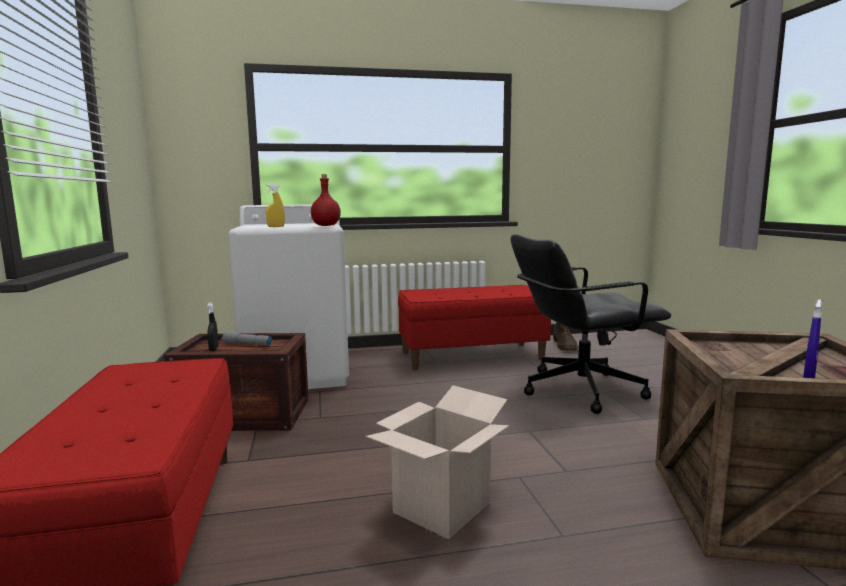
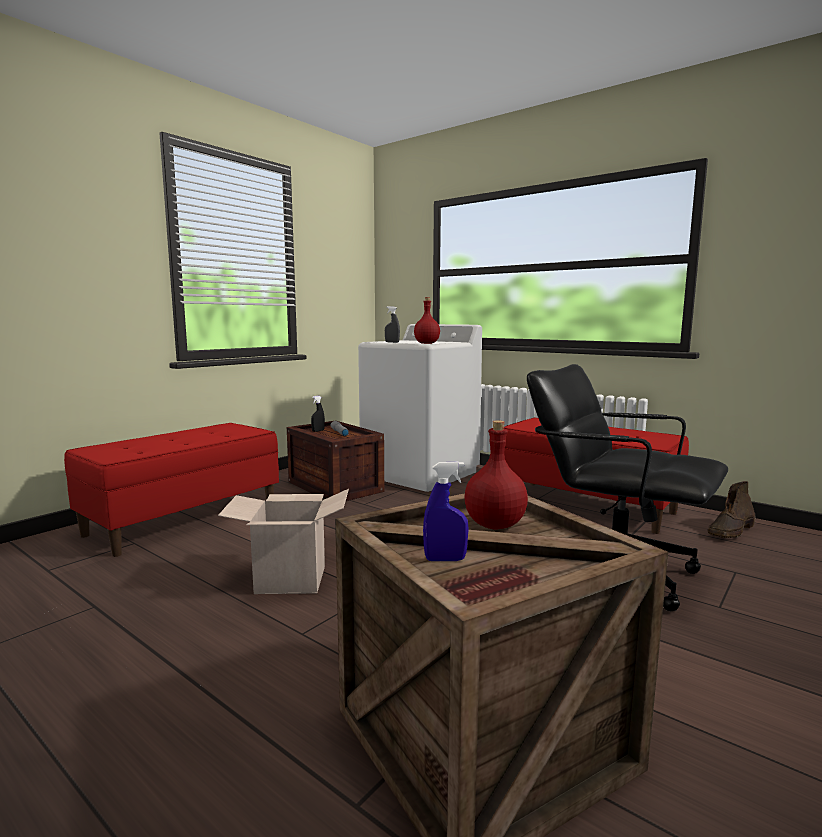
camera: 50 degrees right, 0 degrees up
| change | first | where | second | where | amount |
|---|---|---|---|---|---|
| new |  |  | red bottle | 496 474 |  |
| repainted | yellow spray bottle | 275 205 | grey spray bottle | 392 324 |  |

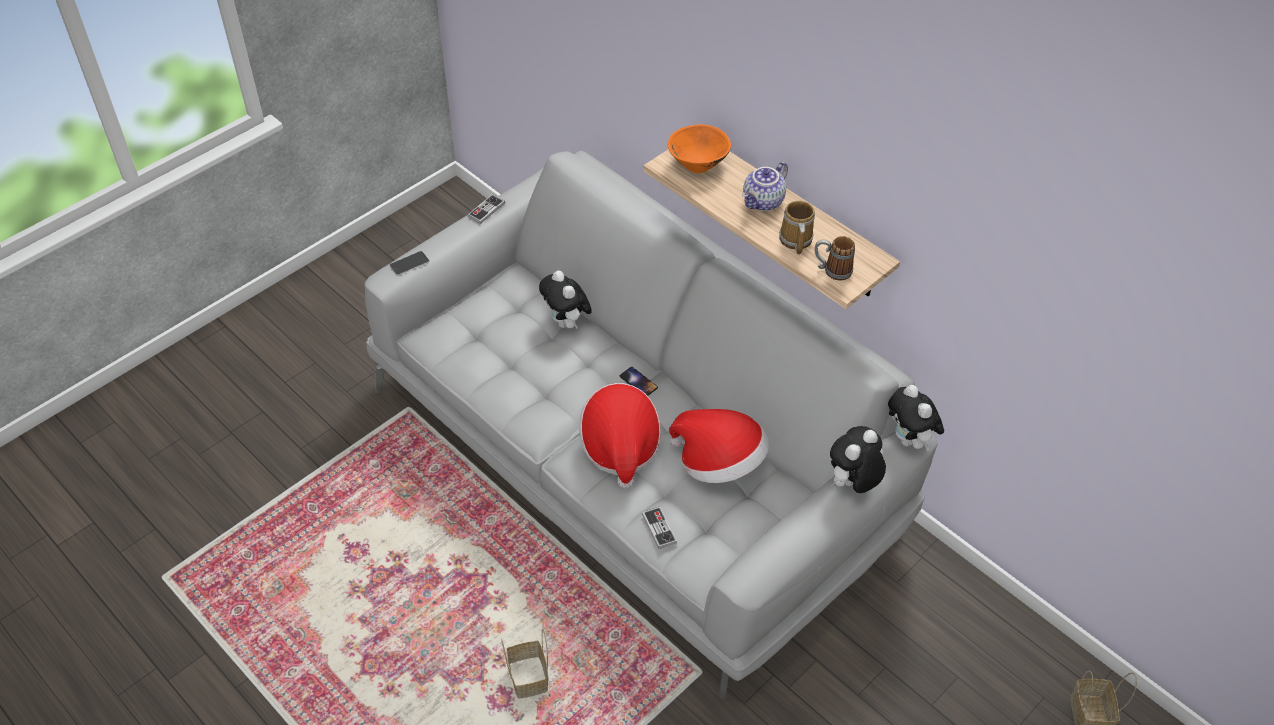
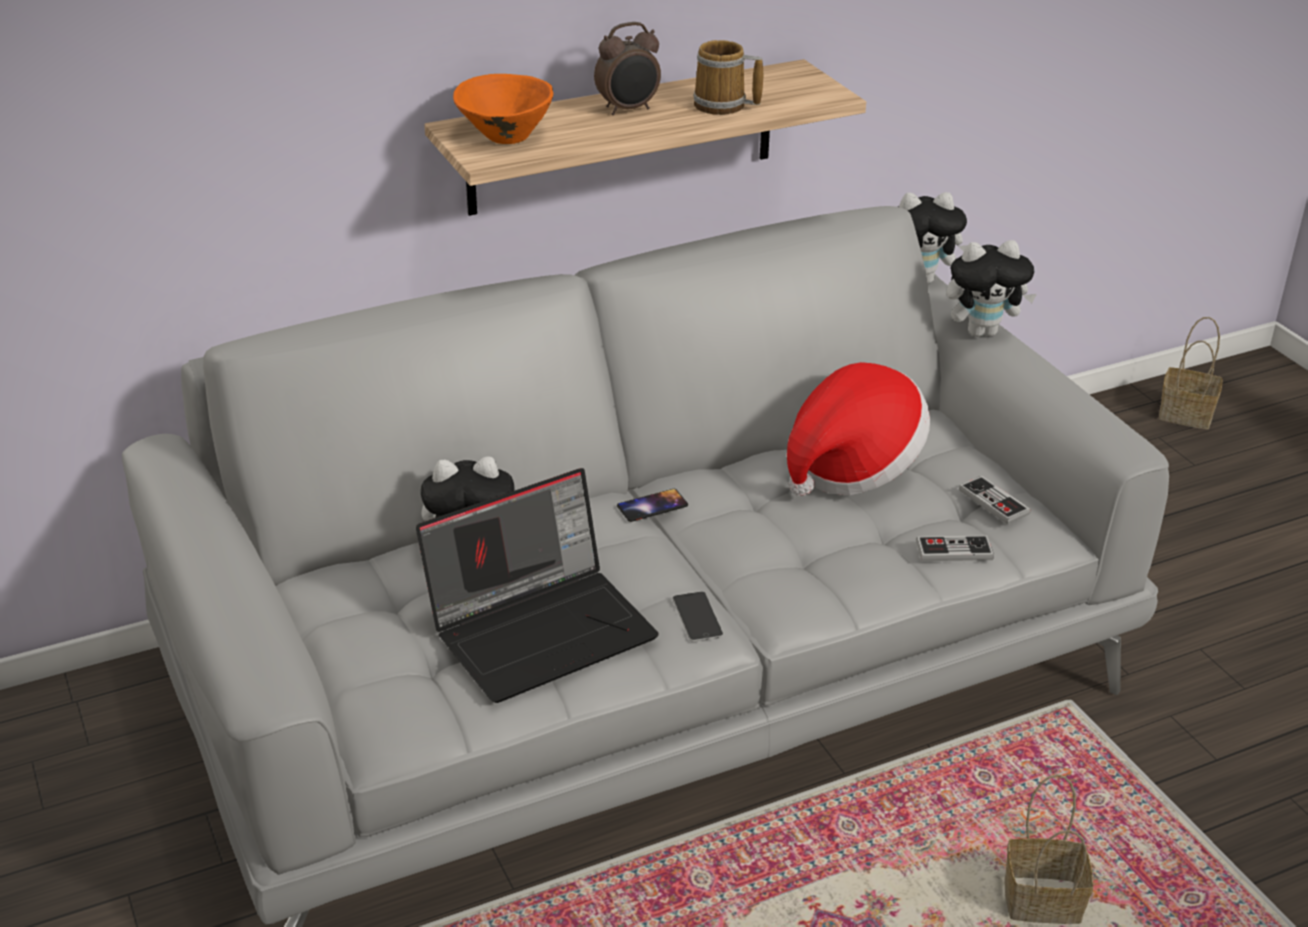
camera: 70 degrees left, 15 degrees down
| change | first | where | second | where | amount |
|---|---|---|---|---|---|
| gone | hat | 620 435 |  |  |  |
| gone | mug | 835 258 |  |  |  |
| new |  |  | laptop | 537 585 |  |
| shifted | phone | 409 263 |  | 698 616 |  |
| shifted | game controller | 486 209 |  | 995 500 |  |
| swapped | teapot | 765 186 | alarm clock | 627 68 |  |
| rotated | plush toy | 858 459 |  | 991 288 | 75 degrees counterclockwise |

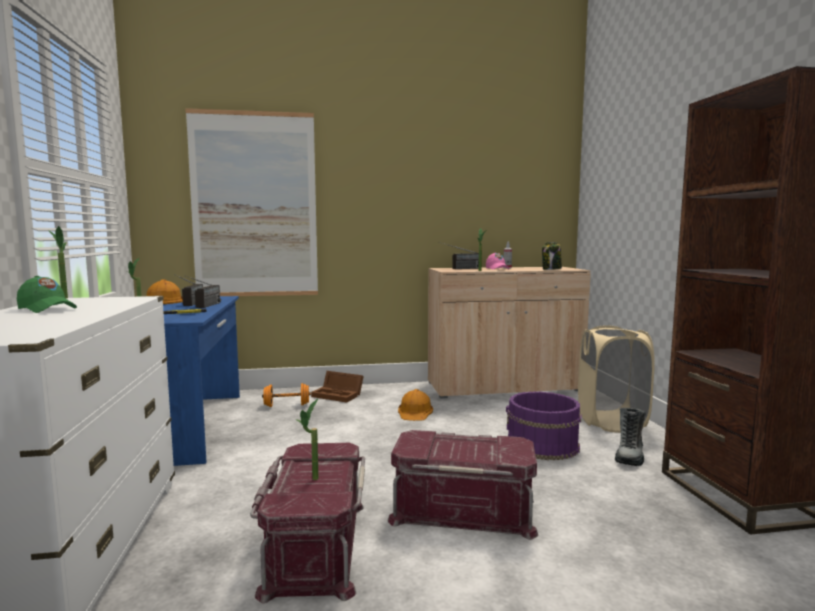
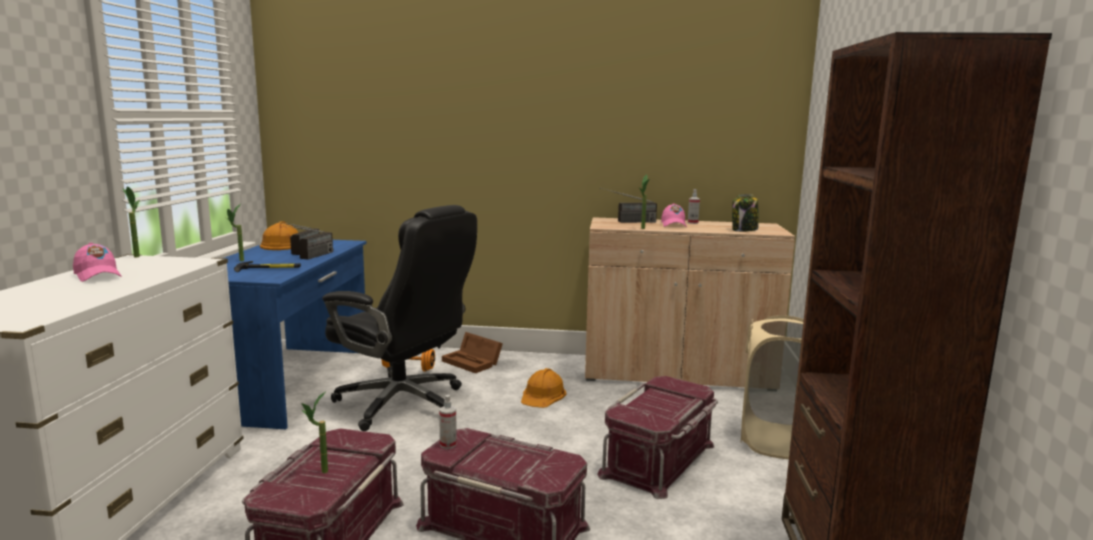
camera: 15 degrees right, 5 degrees up
| change | first | where | second | where | amount |
|---|---|---|---|---|---|
| gone | picture | 251 202 |  |  |  |
| gone | boot | 630 437 |  |  |  |
| new |  |  | black office chair | 400 318 |  |
| new |  |  | spray bottle | 448 422 |  |
| swapped | purple bucket | 543 425 | red storage box | 657 437 |  |
| repainted | green cap | 47 294 | pink cap | 97 262 |  |

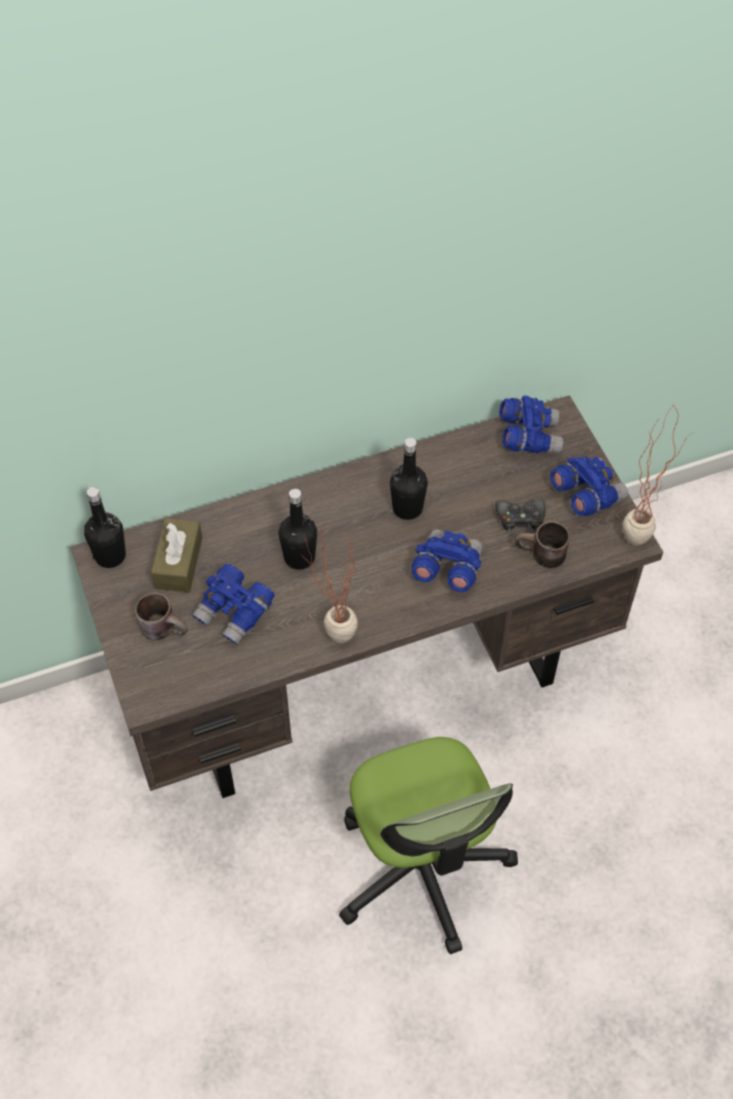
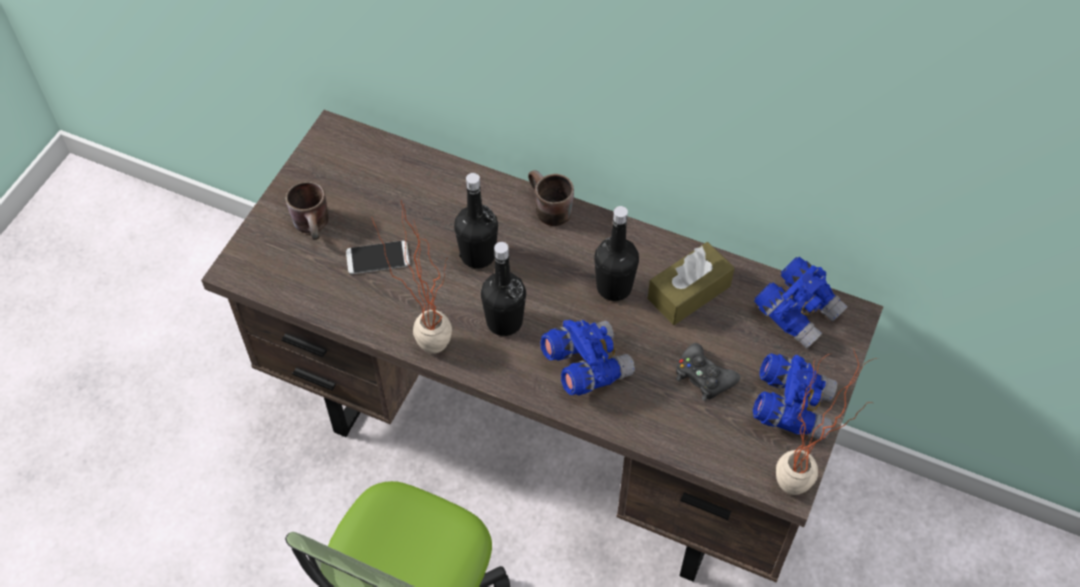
camera: 45 degrees right, 0 degrees up
| change | first | where | second | where | amount |
|---|---|---|---|---|---|
| shifted | black bottle | 105 527 |  | 503 289 |  |
| shifted | brown tissue box | 176 555 |  | 691 283 |  |
| shifted | brown mug | 542 544 |  | 551 198 |  |
| swapped | blue binoculars | 233 604 | phone | 378 257 |  |

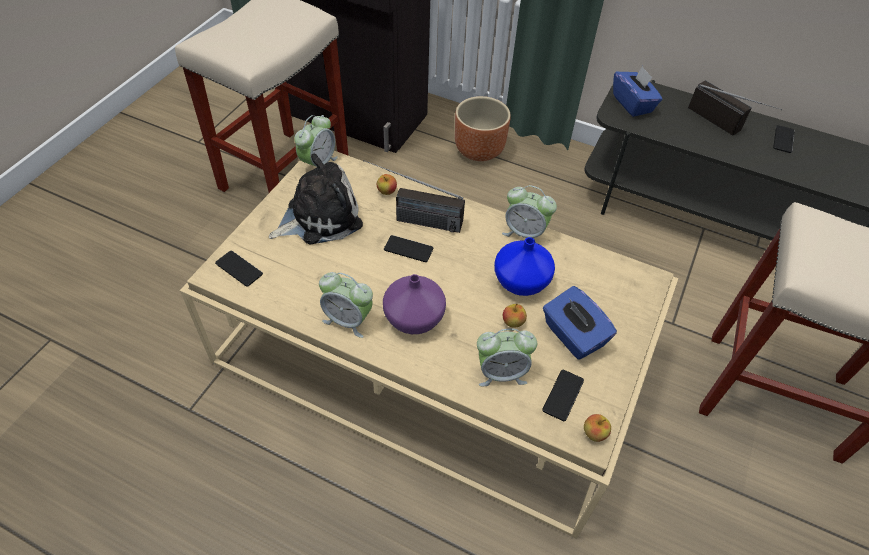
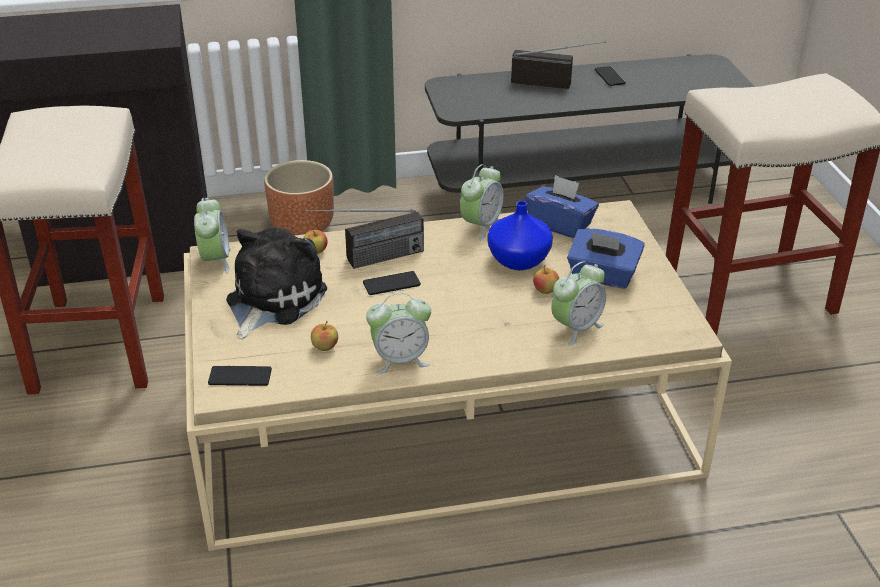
camera: 35 degrees left, 15 degrees down
| change | first | where | second | where | amount |
|---|---|---|---|---|---|
| gone | purple vase | 414 304 |  |  |  |
| gone | phone | 563 395 |  |  |  |
| shifted | apple | 597 428 |  | 324 336 |  |
| shifted | blue tissue box | 638 91 |  | 562 206 |  |
| rotated | alarm clock | 529 214 |  | 482 202 | 45 degrees counterclockwise |

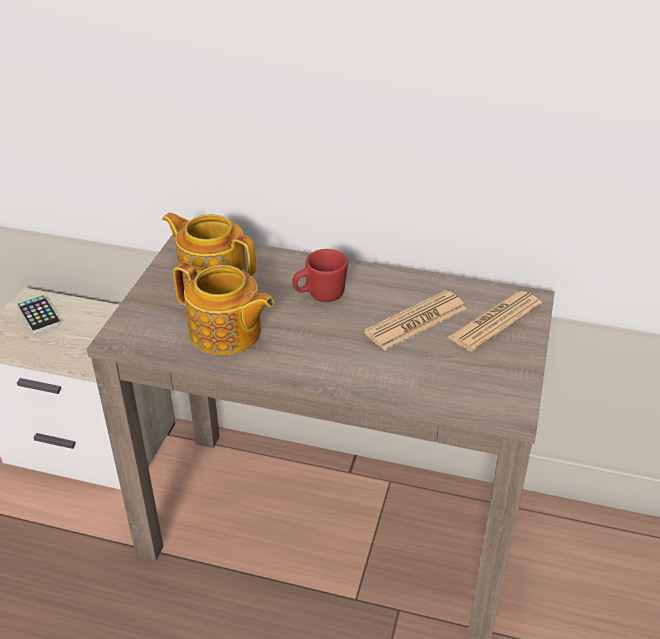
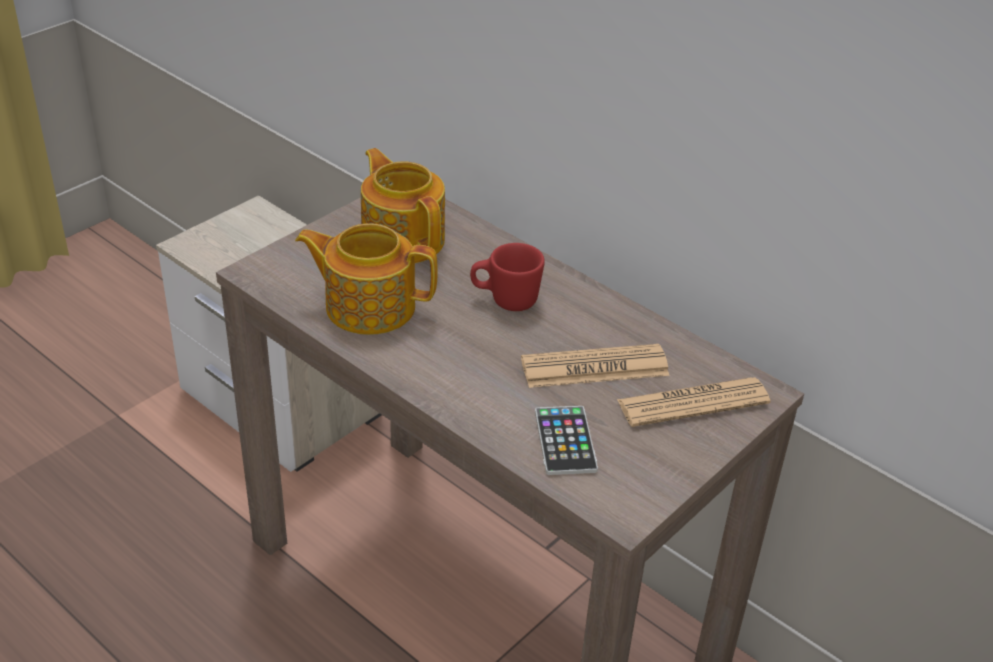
camera: 25 degrees right, 0 degrees up
| change | first | where | second | where | amount |
|---|---|---|---|---|---|
| shifted | phone | 39 314 |  | 566 440 |  |
| rotated | teapot | 223 308 |  | 366 279 | 135 degrees clockwise |

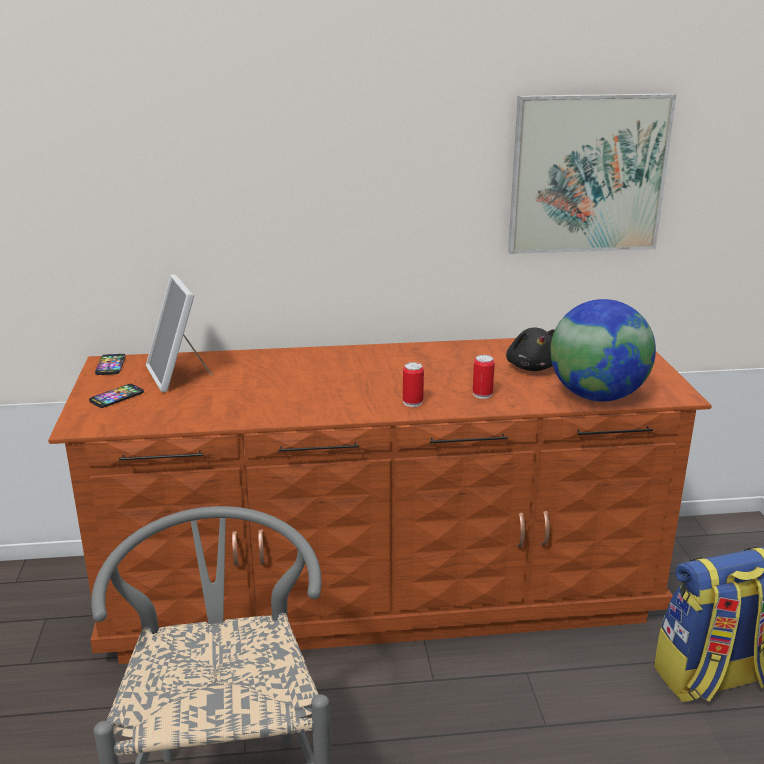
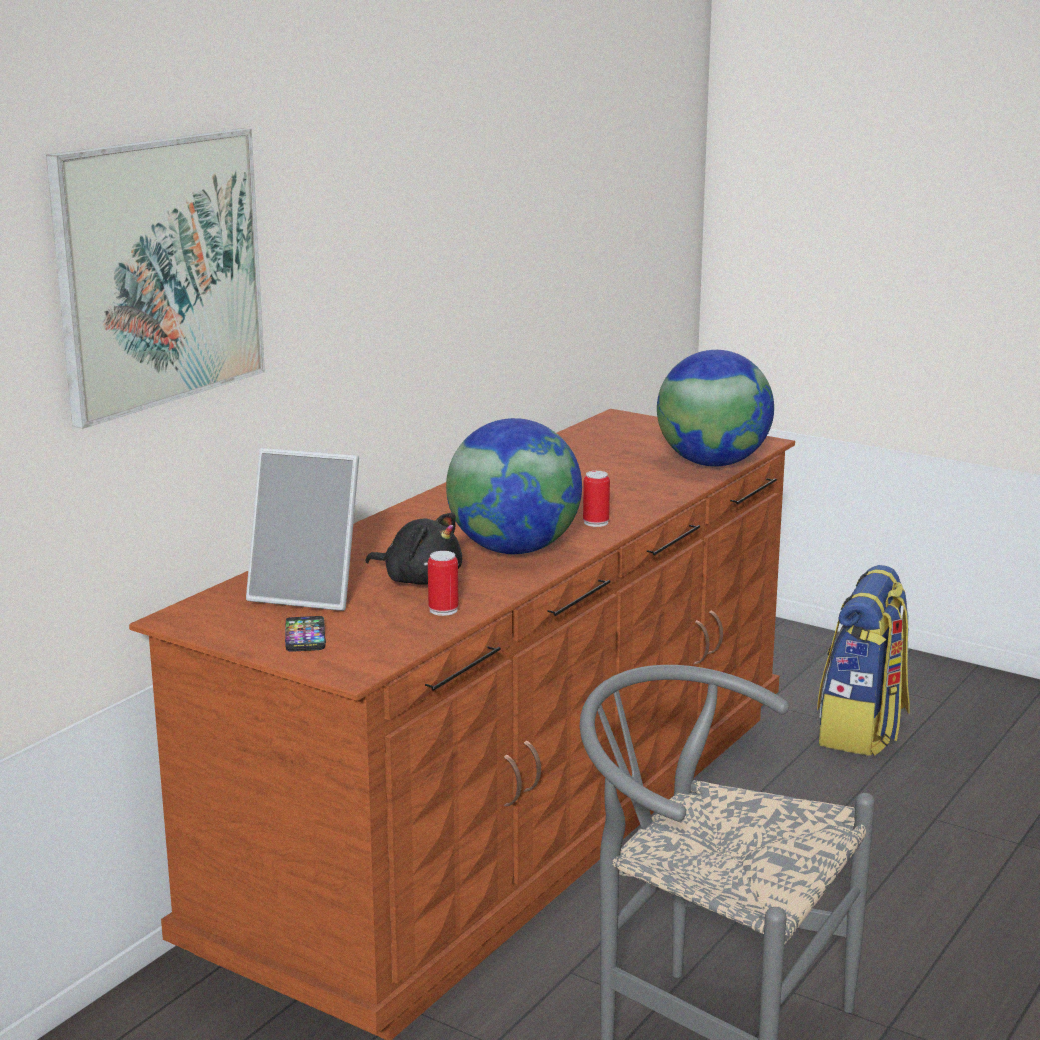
camera: 50 degrees left, 5 degrees down
| change | first | where | second | where | amount |
|---|---|---|---|---|---|
| gone | phone | 110 364 |  |  |  |
| new |  |  | globe | 514 486 |  |
| shifted | can | 484 377 |  | 443 583 |  |
| shifted | black plush toy | 530 349 |  | 413 549 |  |
| shifted | picture | 592 173 |  | 155 278 |  |

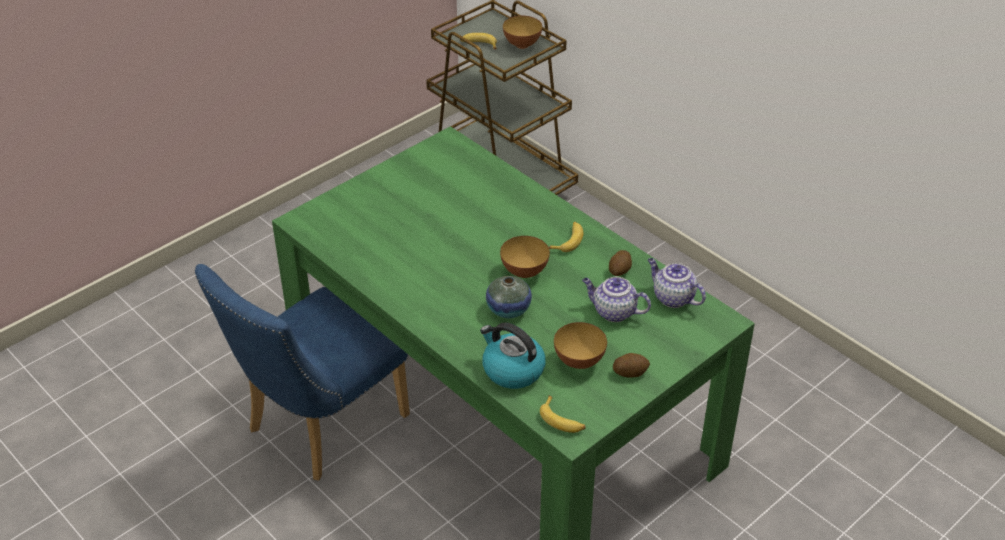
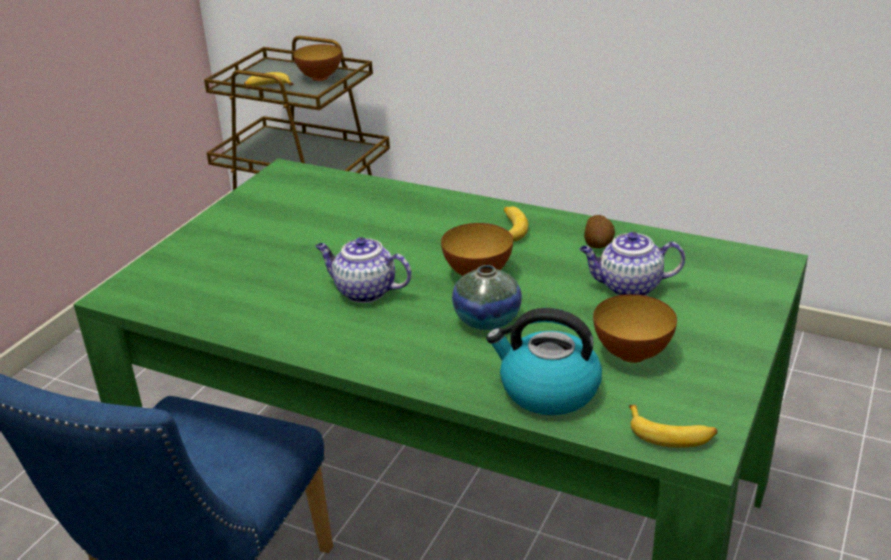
camera: 20 degrees left, 10 degrees down
| change | first | where | second | where | amount |
|---|---|---|---|---|---|
| gone | potato | 631 365 |  |  |  |
| shifted | teapot | 677 283 |  | 363 270 |  |

